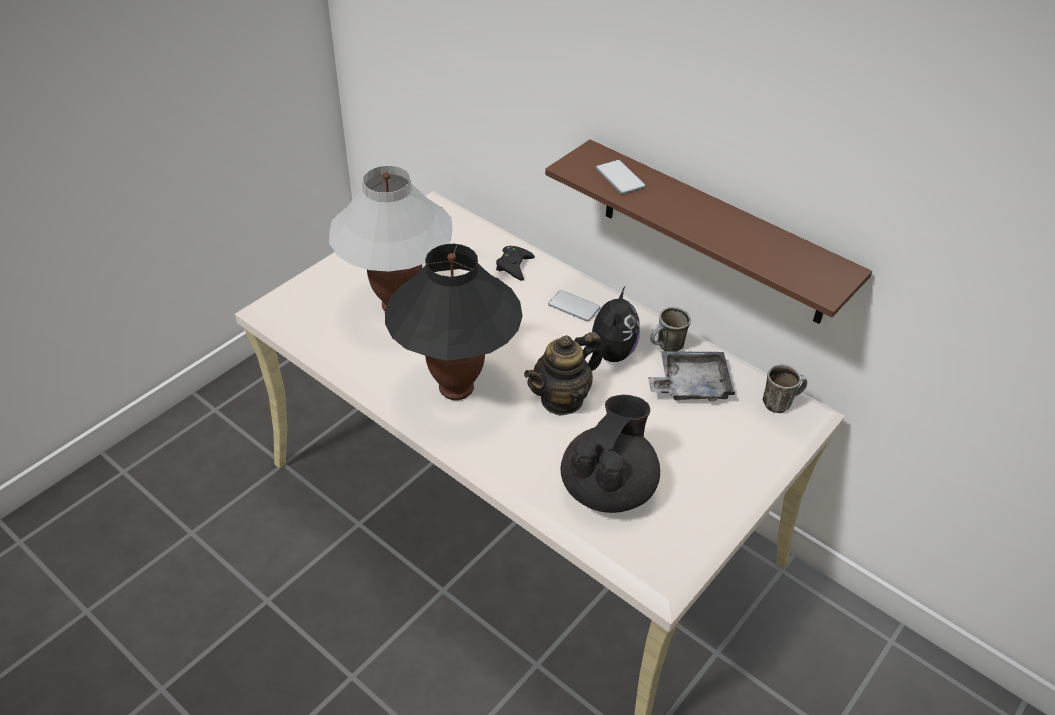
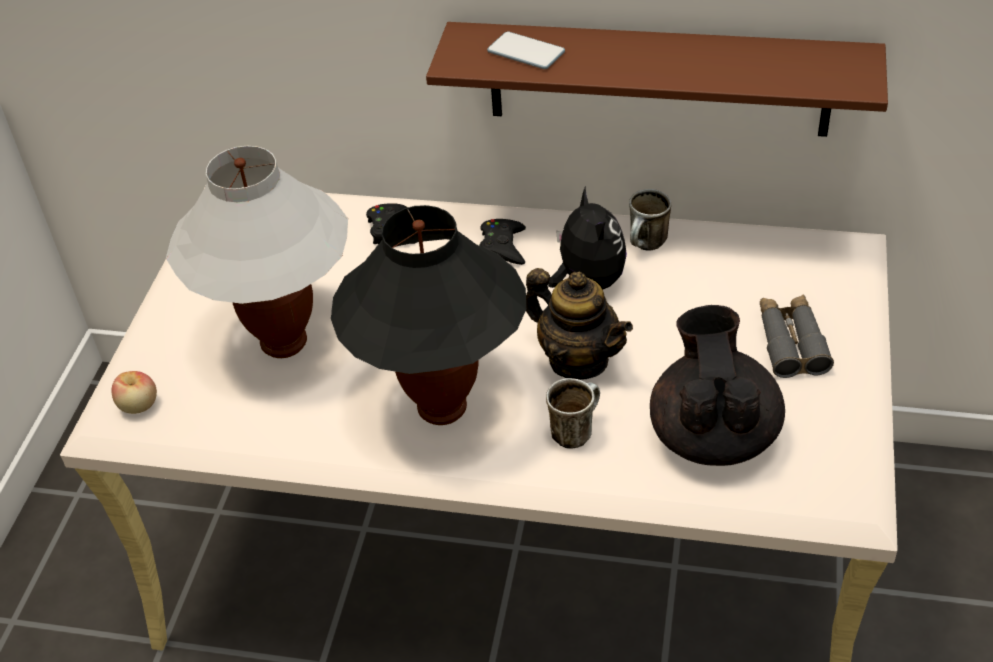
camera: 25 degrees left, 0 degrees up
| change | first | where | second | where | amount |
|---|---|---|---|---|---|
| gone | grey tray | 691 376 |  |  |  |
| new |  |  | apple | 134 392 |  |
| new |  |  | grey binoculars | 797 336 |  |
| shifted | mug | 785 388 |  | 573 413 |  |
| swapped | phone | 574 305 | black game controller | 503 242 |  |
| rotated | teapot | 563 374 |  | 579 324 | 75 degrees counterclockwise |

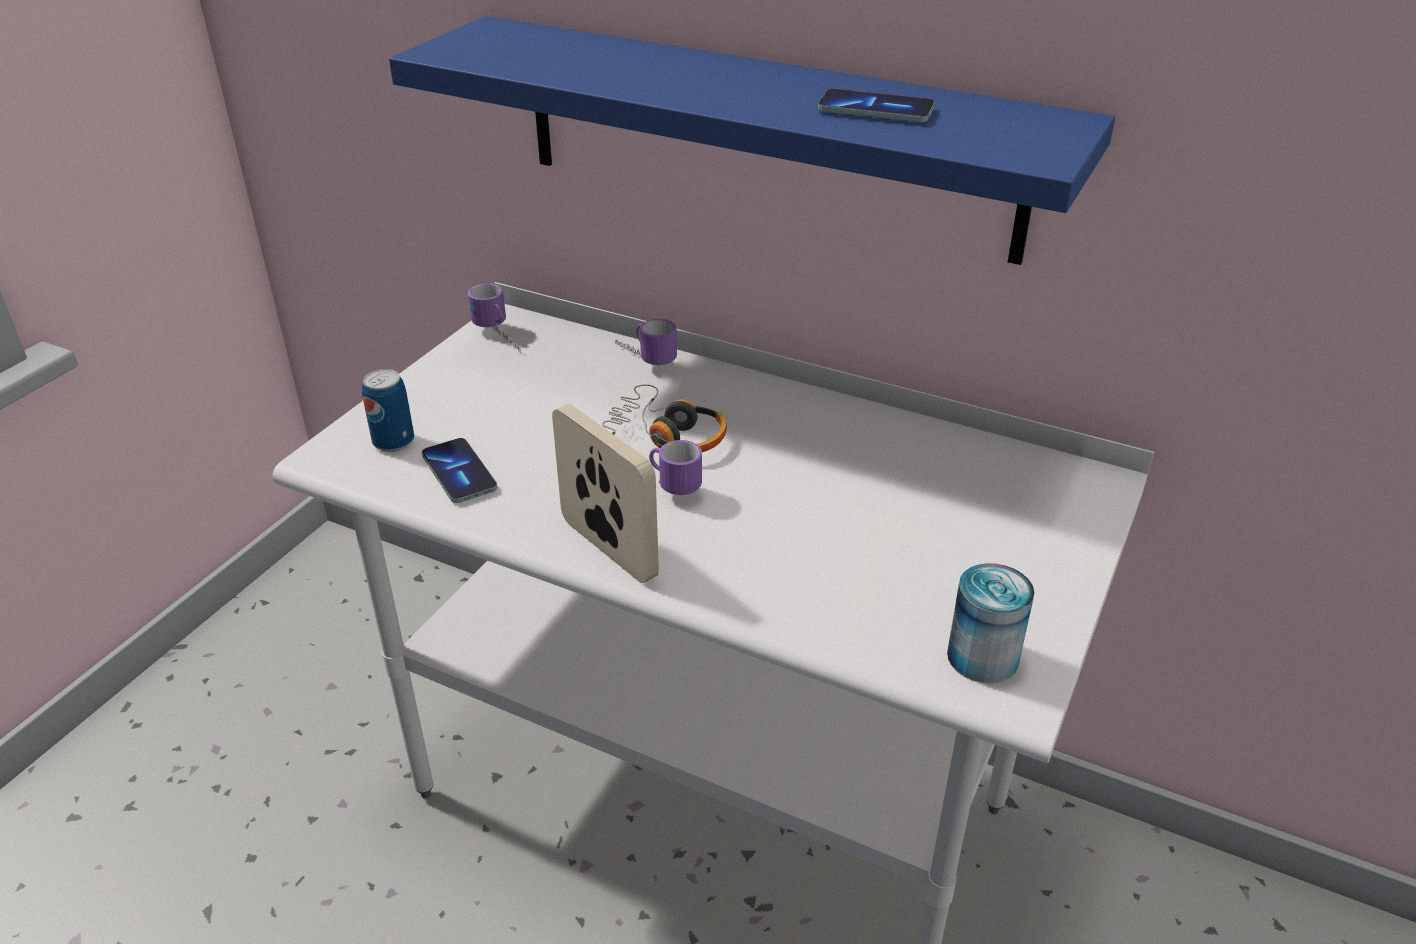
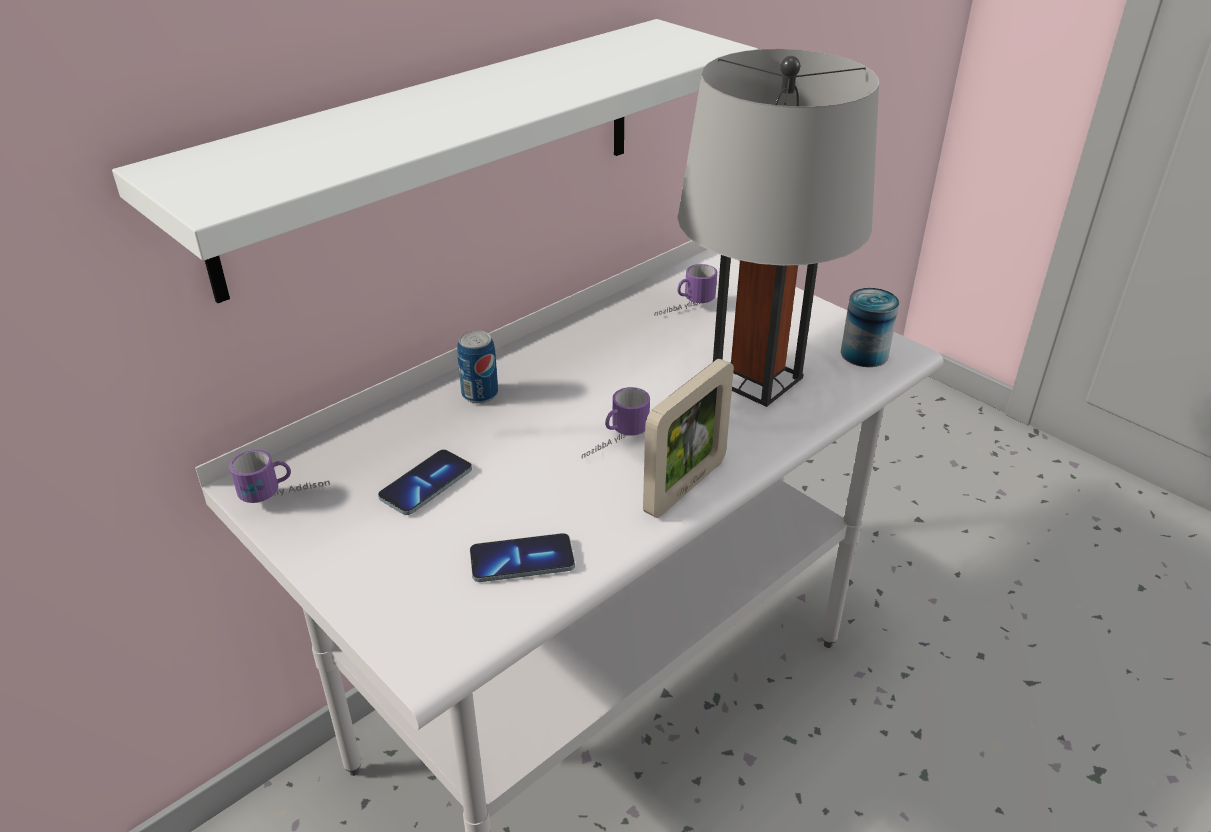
camera: 70 degrees left, 0 degrees up
| change | first | where | second | where | amount |
|---|---|---|---|---|---|
| gone | headphones | 664 418 |  |  |  |
| new |  |  | grey table lamp | 778 228 |  |
| shifted | can | 388 410 |  | 477 367 |  |
| shifted | mug | 646 342 |  | 685 290 |  |
| shifted | phone | 876 105 |  | 425 482 |  |
| repainted | blue shelf | 752 140 | white shelf | 435 161 |  |
| rotated | picture frame | 605 493 |  | 688 438 | 150 degrees clockwise |

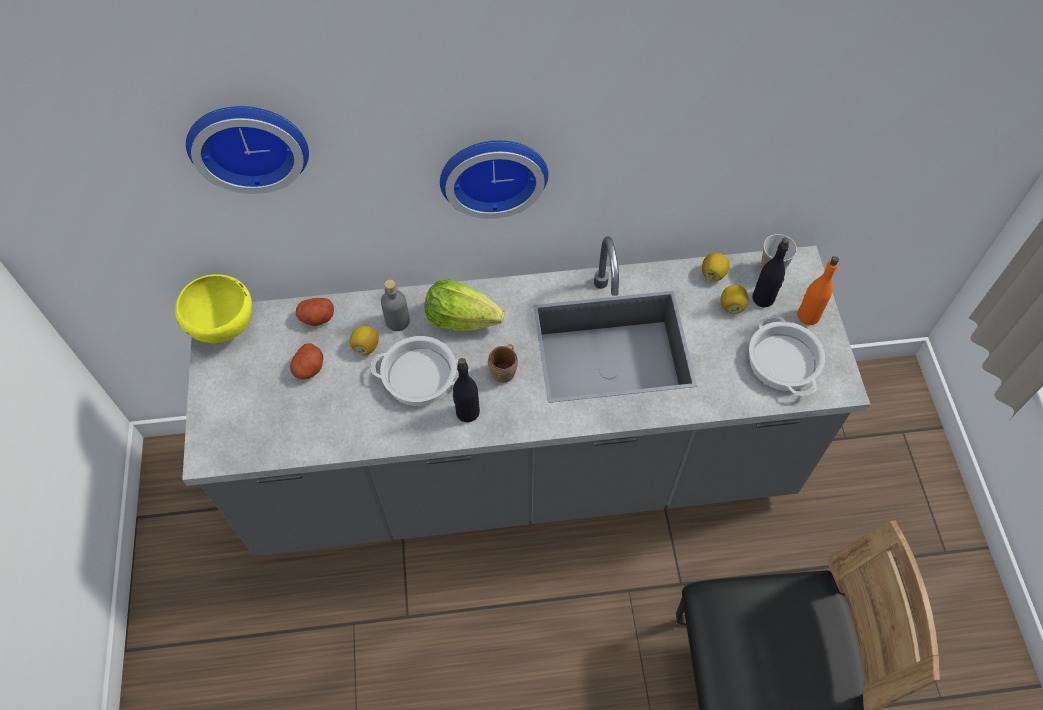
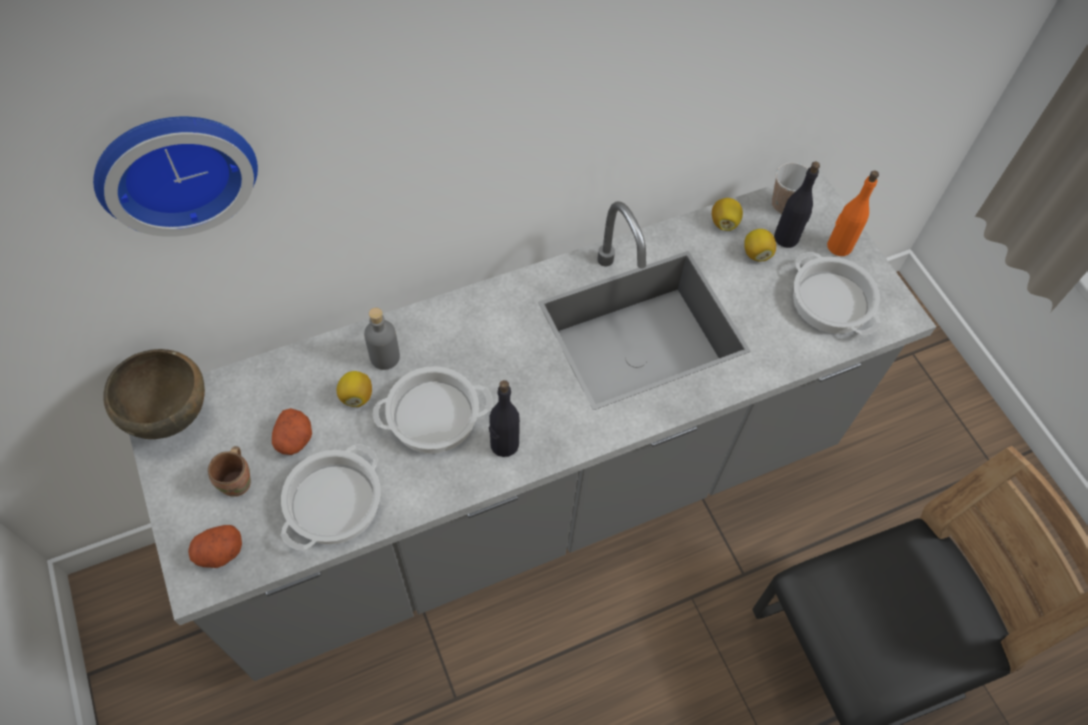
camera: 20 degrees left, 0 degrees up
| change | first | where | second | where | amount |
|---|---|---|---|---|---|
| gone | lettuce | 465 305 |  |  |  |
| gone | wall clock | 494 179 |  |  |  |
| new |  |  | cooking pot | 330 497 |  |
| shifted | potato | 315 312 |  | 215 546 |  |
| shifted | brown mug | 503 363 |  | 229 471 |  |
| repainted | yellow bowl | 213 308 | brown bowl | 154 394 |  |

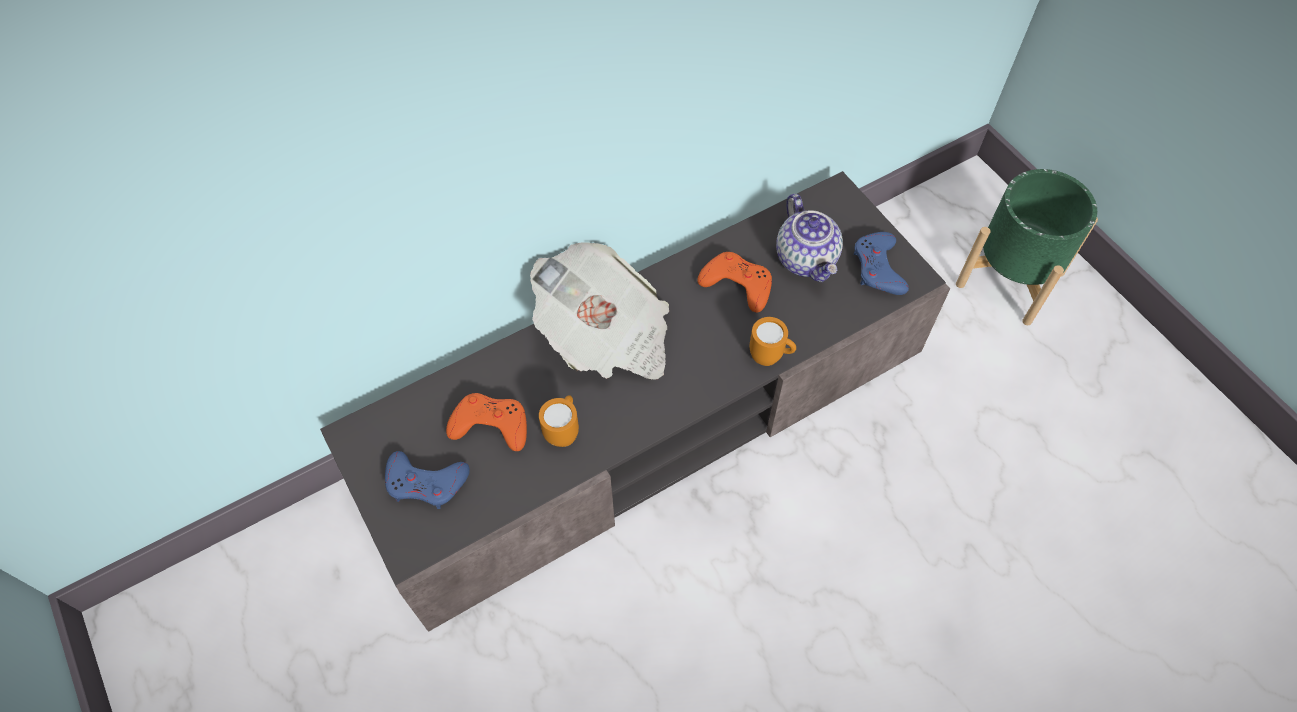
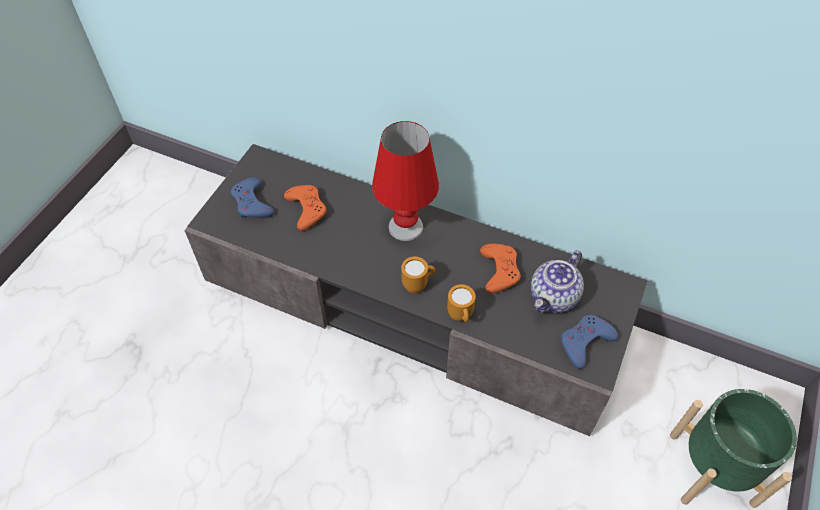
camera: 55 degrees right, 5 degrees down
| change | first | where | second | where | amount |
|---|---|---|---|---|---|
| shifted | orange mug | 559 421 |  | 418 275 |  |
| swapped | newspaper | 599 311 | red table lamp | 405 181 |  |

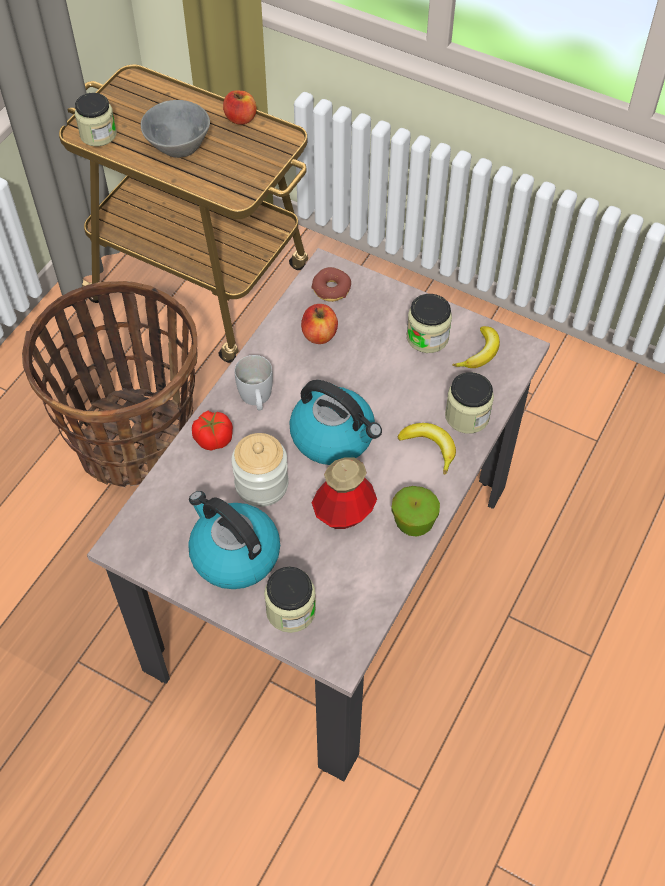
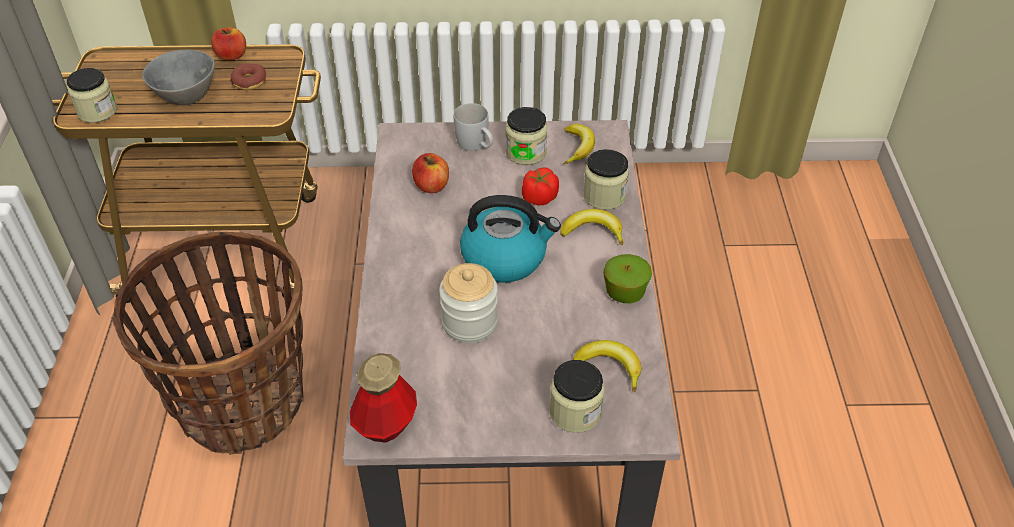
camera: 30 degrees left, 10 degrees down
| change | first | where | second | where | amount |
|---|---|---|---|---|---|
| gone | kettle | 234 540 |  |  |  |
| new |  |  | banana | 607 366 |  |
| shifted | tomato | 212 431 |  | 540 186 |  |
| shifted | white mug | 254 382 |  | 473 127 |  |
| shifted | donut | 331 284 |  | 248 77 |  |
| shifted | bottle | 344 493 |  | 383 398 |  |

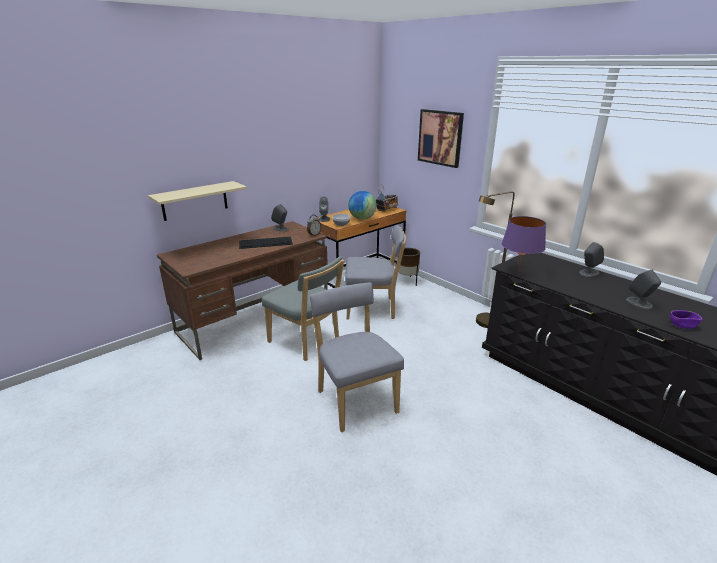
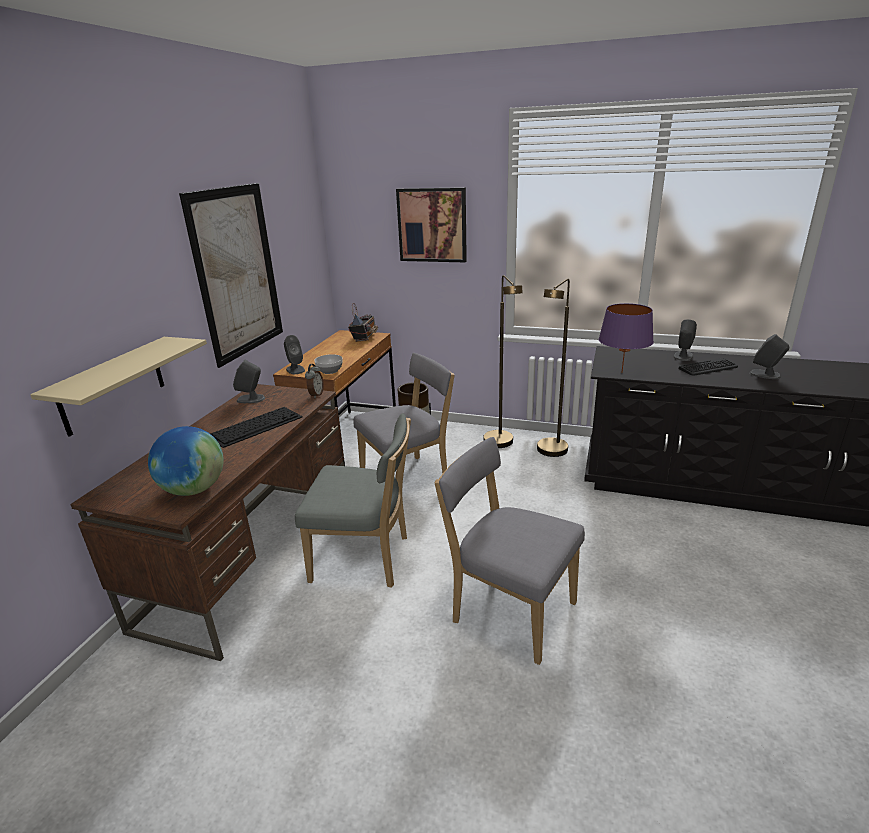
camera: 30 degrees left, 0 degrees up
| change | first | where | second | where | amount |
|---|---|---|---|---|---|
| gone | purple bowl | 686 319 |  |  |  |
| new |  |  | picture | 231 275 |  |
| new |  |  | brown floor lamp | 503 361 |  |
| new |  |  | keyboard | 708 366 |  |
| shifted | globe | 362 205 |  | 186 461 |  |

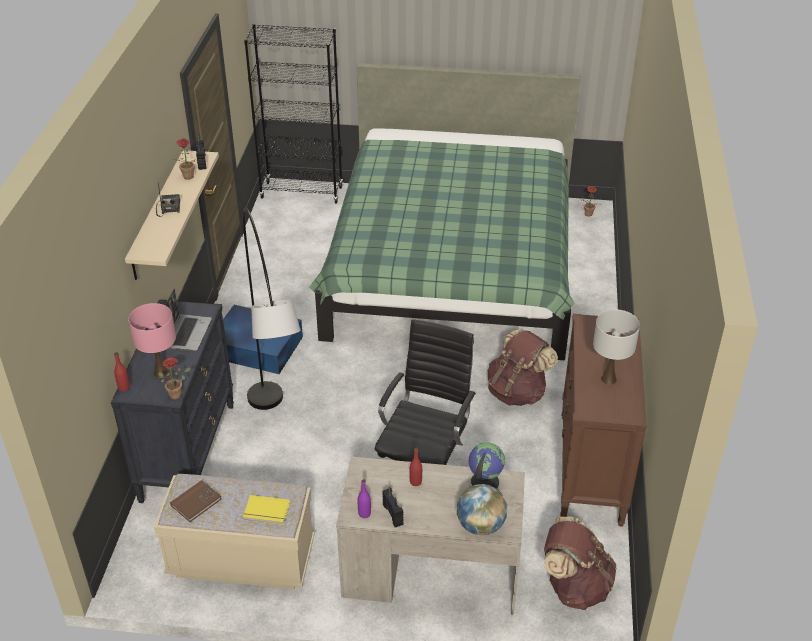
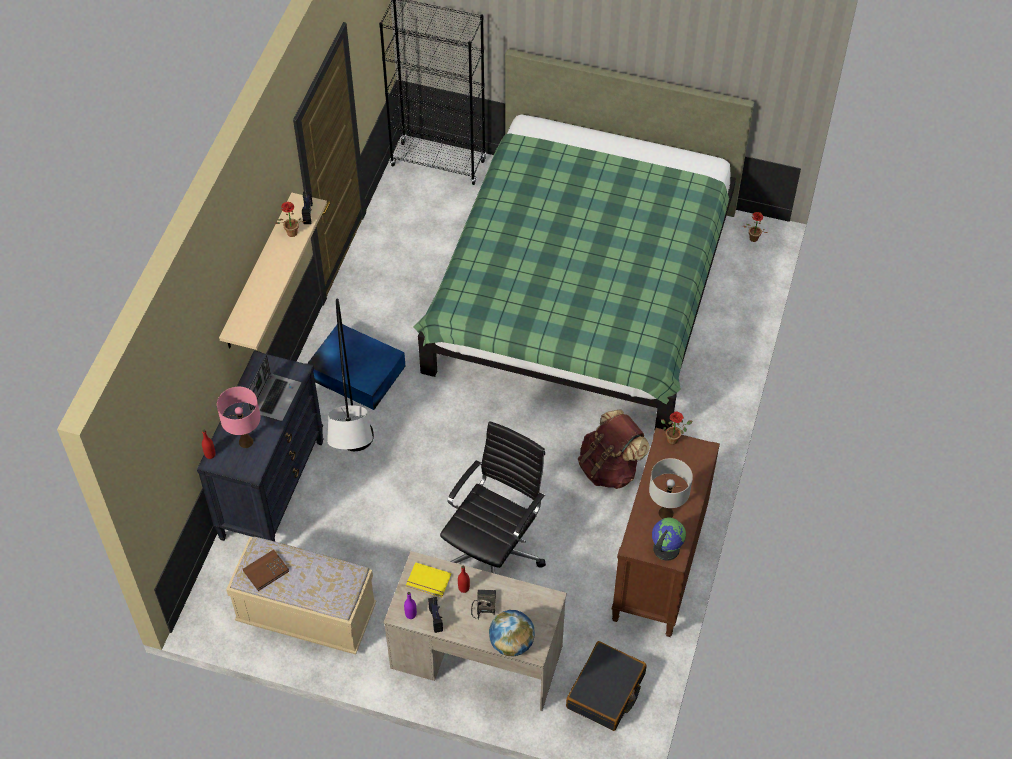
camera: 10 degrees right, 15 degrees up
| change | first | where | second | where | amount |
|---|---|---|---|---|---|
| shifted | radio | 168 200 |  | 483 605 |  |
| shifted | potted plant | 174 379 |  | 676 428 |  |
| shifted | yellow book | 266 510 |  | 428 579 |  |
| shifted | globe | 487 465 |  | 669 539 |  |
| swapped | brown backpack | 580 563 | black suitcase | 606 686 |  |

